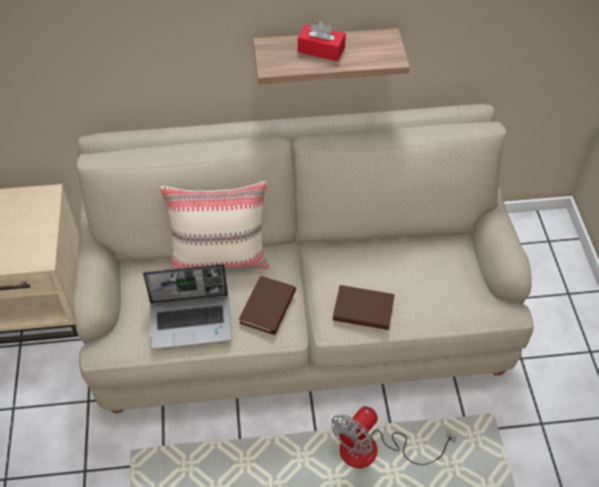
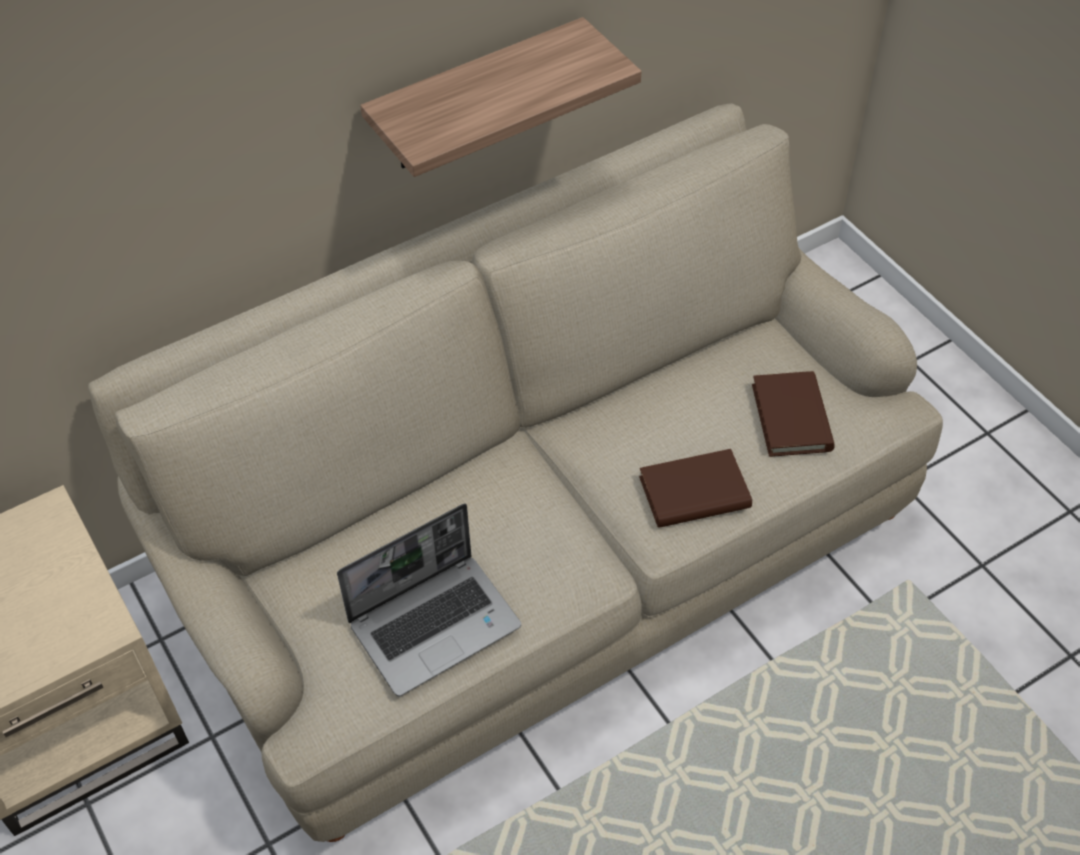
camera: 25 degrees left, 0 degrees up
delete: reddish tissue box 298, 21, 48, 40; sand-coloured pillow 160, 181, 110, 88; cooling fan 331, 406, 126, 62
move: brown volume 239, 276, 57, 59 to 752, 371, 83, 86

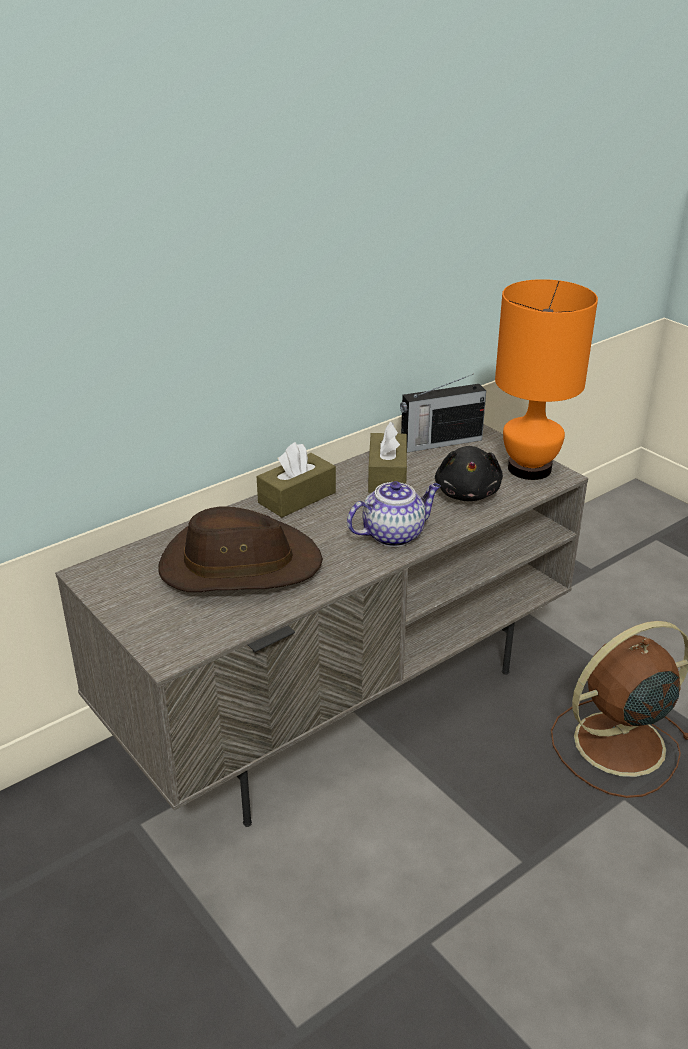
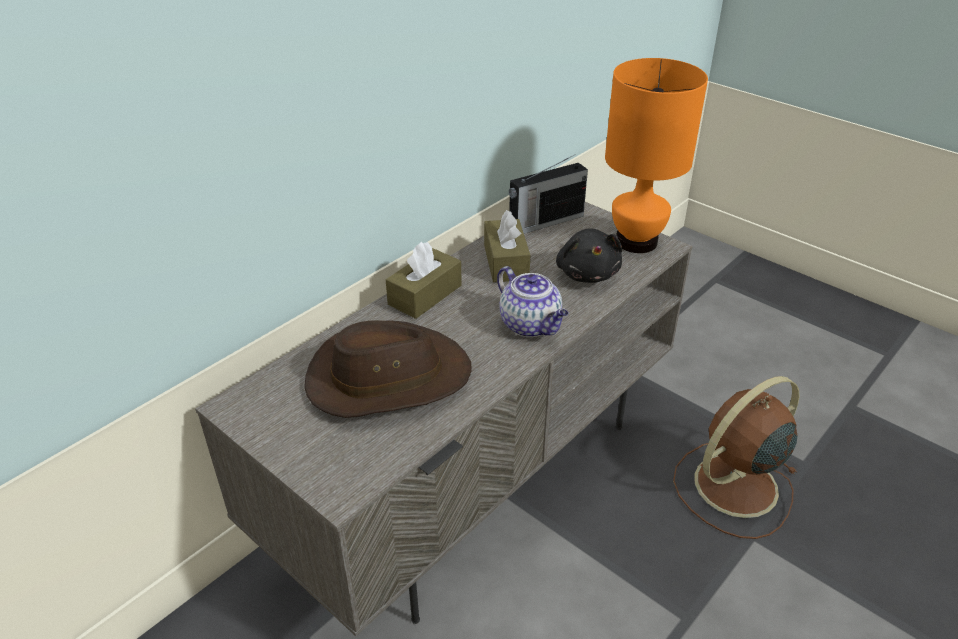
camera: 10 degrees left, 5 degrees up
rotate: tea pot 347, 481, 94, 66 = 497, 266, 71, 71 90 degrees clockwise

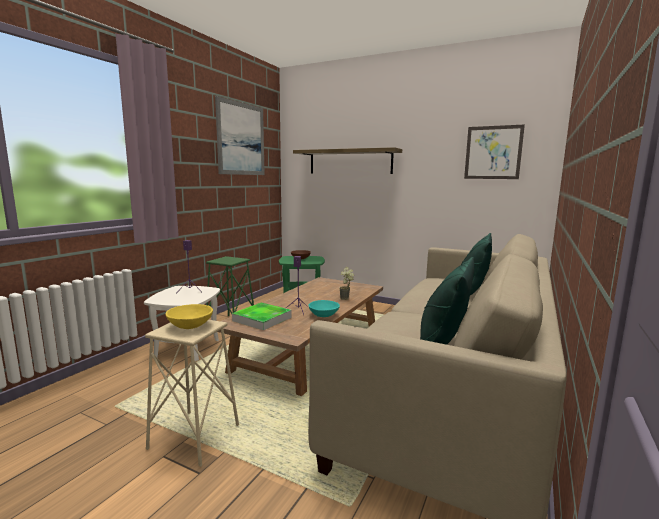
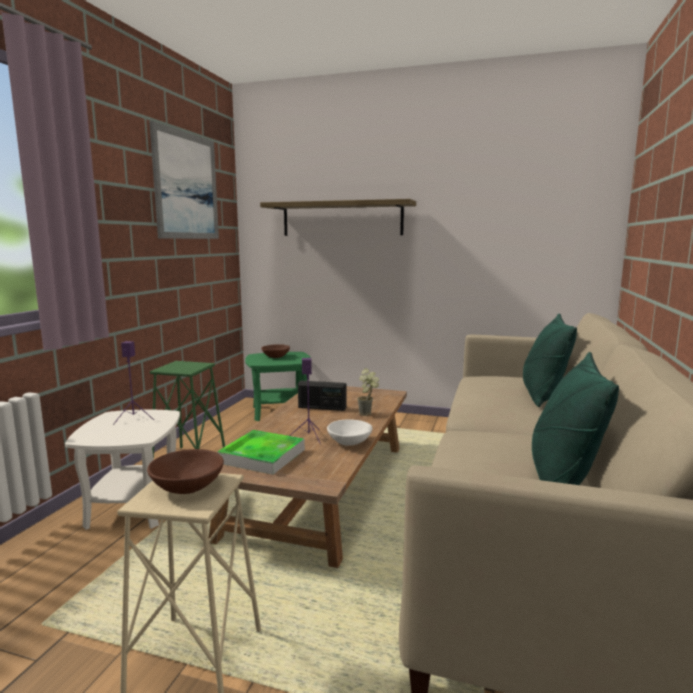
camera: 10 degrees left, 0 degrees up
delete: wall picture 464, 124, 61, 55
insert: radio receiver 298, 381, 48, 30
recolor: turquoise-coloured bowl 308, 300, 32, 17 to whitish bowl 327, 419, 46, 27; yellowish bowl 165, 304, 48, 25 to brown bowl 147, 449, 77, 45

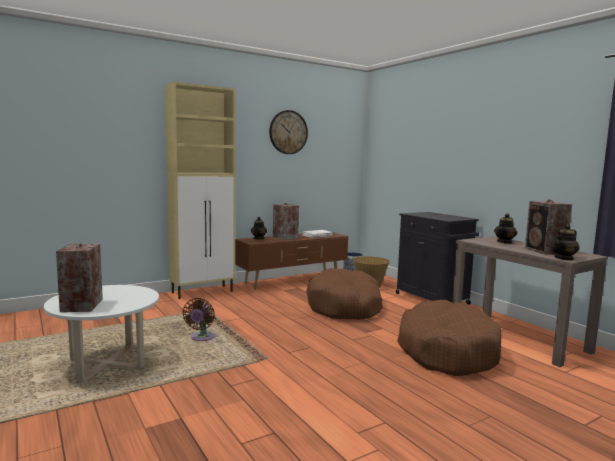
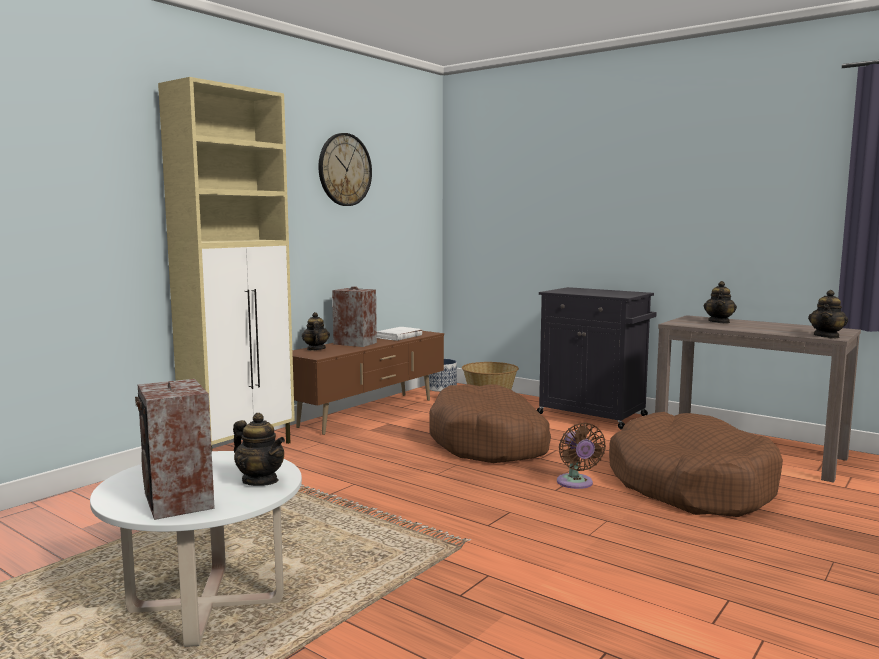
camera: 20 degrees left, 0 degrees up
delete: audio speaker 525, 200, 47, 55
insert: tea pot 233, 413, 52, 73
move: brown cooling fan 183, 298, 32, 43 to 557, 423, 49, 66

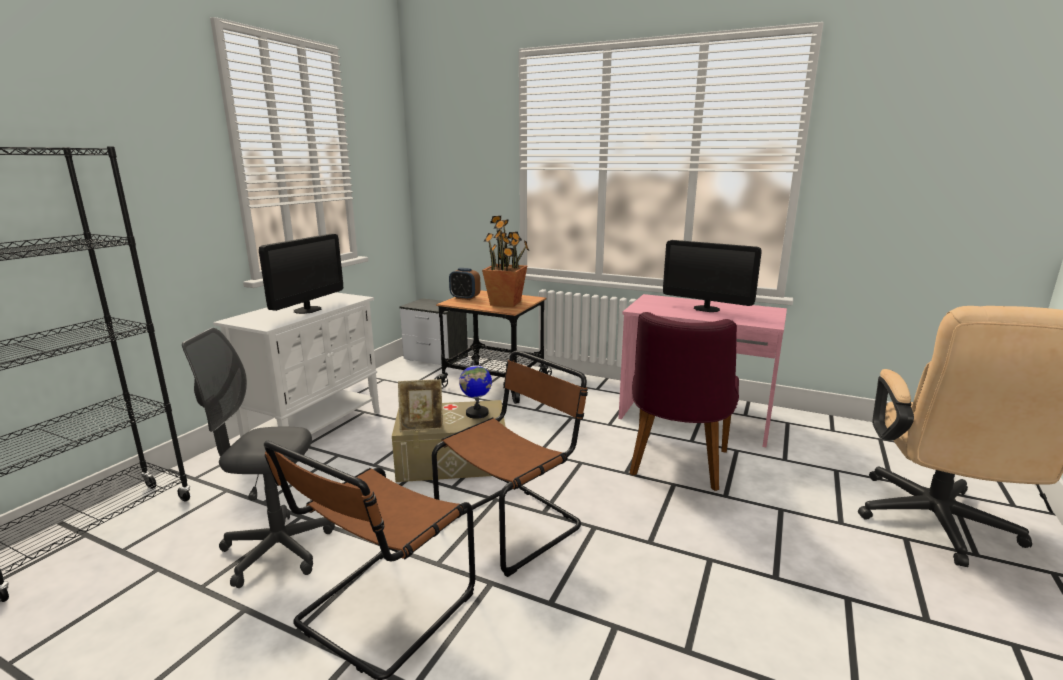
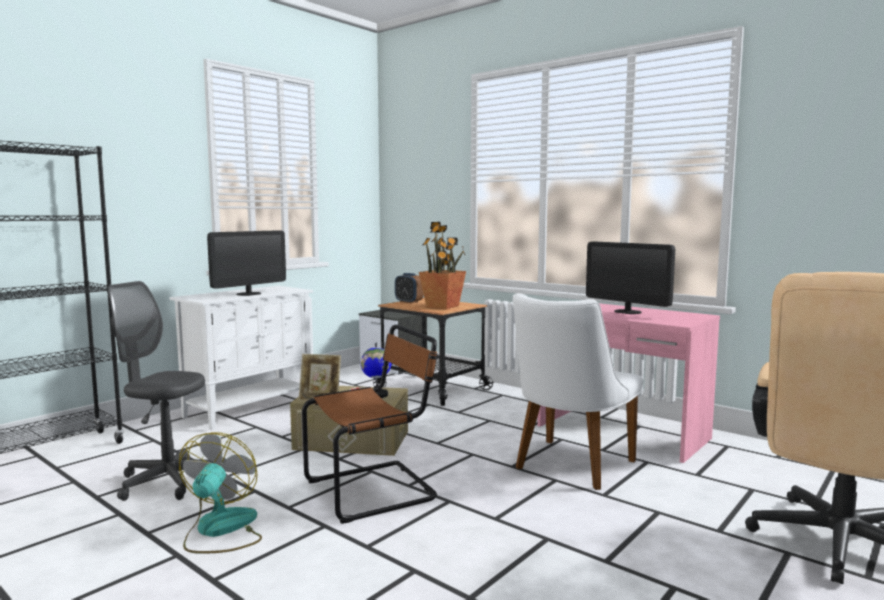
camera: 15 degrees right, 10 degrees down
replace: brown upright chair 264, 441, 211, 239 to cooling fan 179, 433, 83, 121
recolor: purplish upright chair 630, 312, 109, 179 to whitish upright chair 513, 293, 130, 197

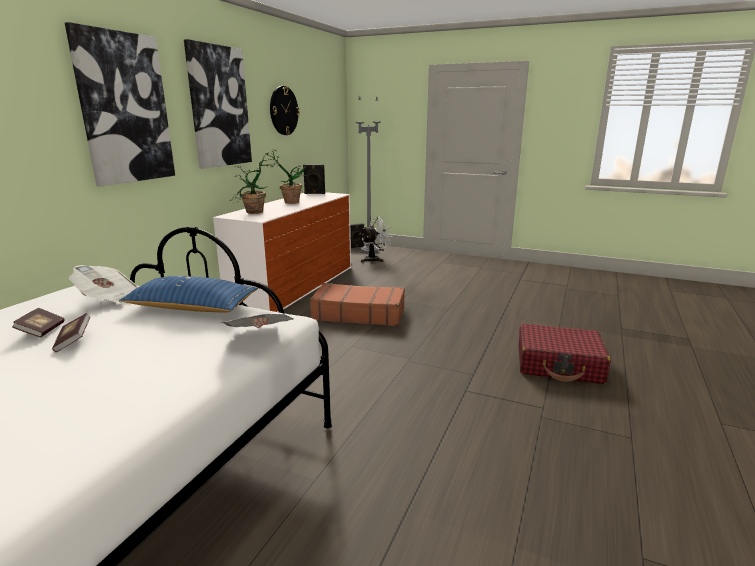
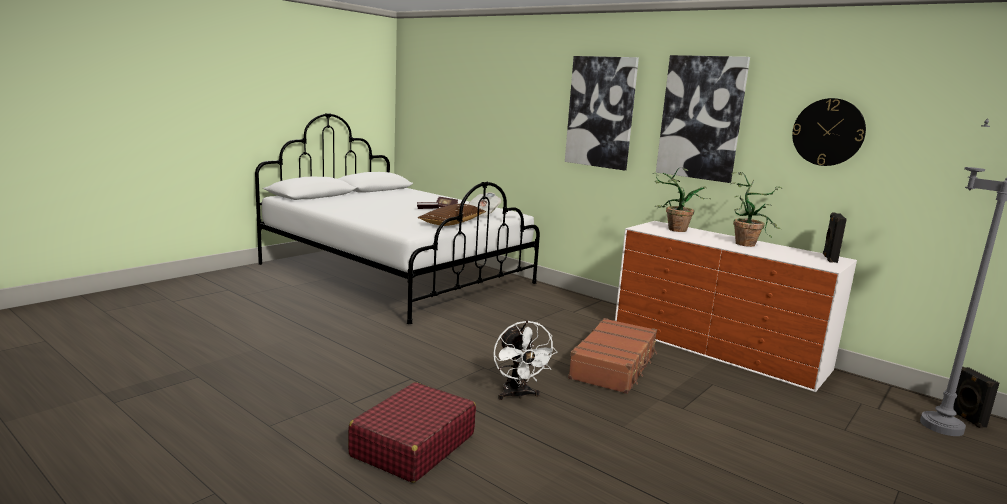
camera: 105 degrees right, 5 degrees down
delete: daily paper 220, 314, 74, 14
move: whitish cooling fan 360, 217, 33, 45 to 493, 320, 64, 80
recolor: bluish pillow 119, 276, 139, 37 to brown pillow 418, 204, 68, 22

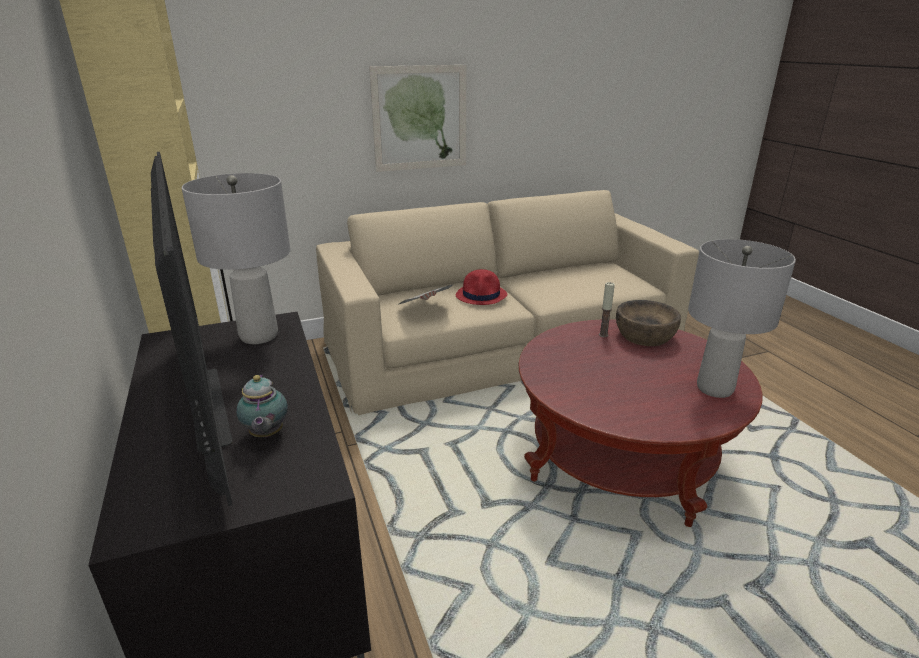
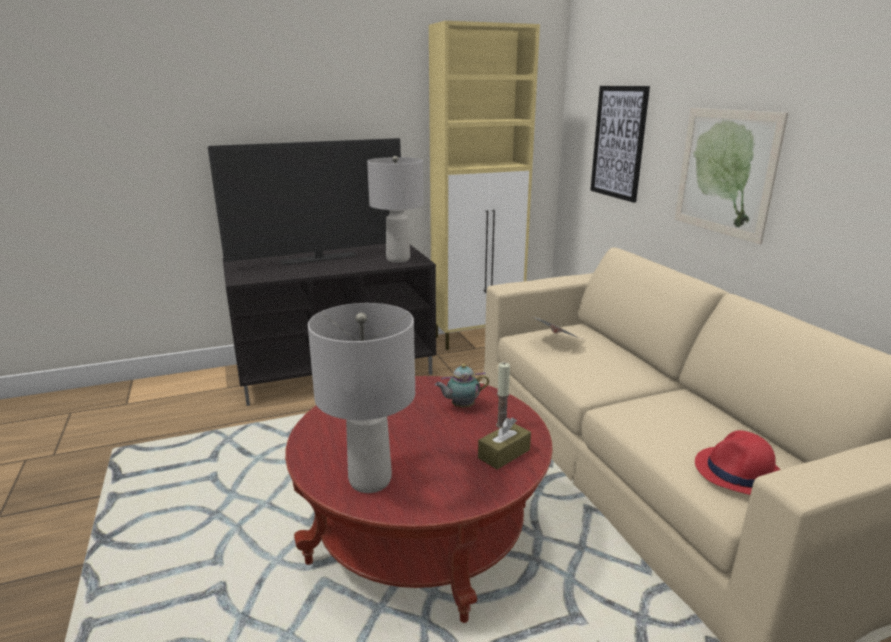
camera: 90 degrees right, 5 degrees down
insert: wall picture 590, 86, 60, 117
move: reddish hat 455, 269, 52, 36 to 695, 430, 86, 65; tea pot 236, 375, 52, 62 to 435, 364, 54, 43
replace: brown bowl 616, 300, 65, 46 to brown tissue box 478, 417, 53, 53

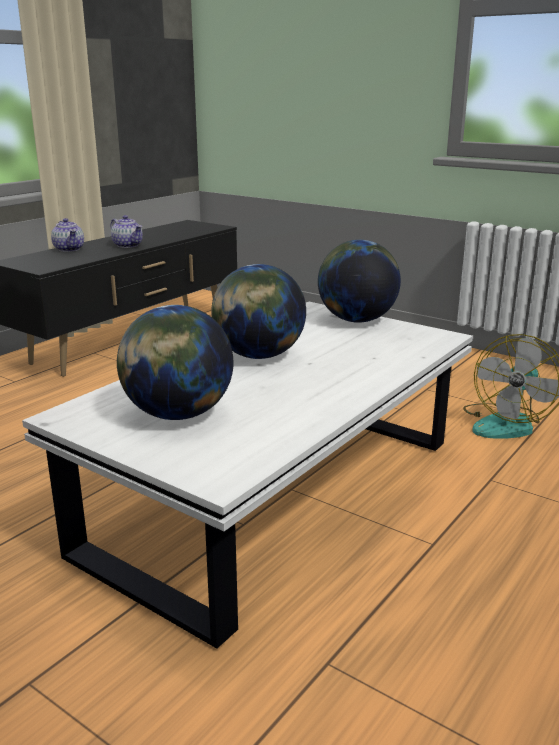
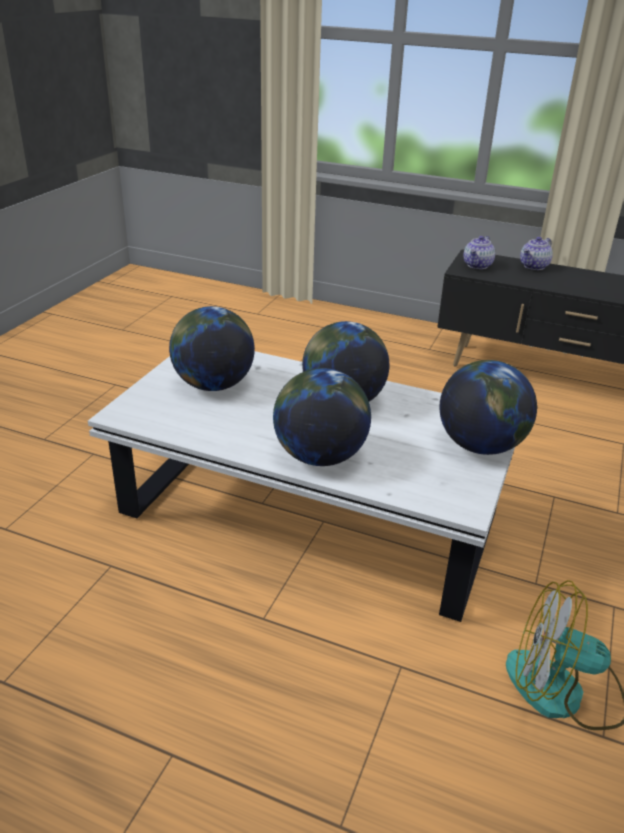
camera: 75 degrees right, 10 degrees up
insert: globe 273, 368, 98, 98
move: tea pot 111, 215, 32, 33 to 463, 236, 32, 33

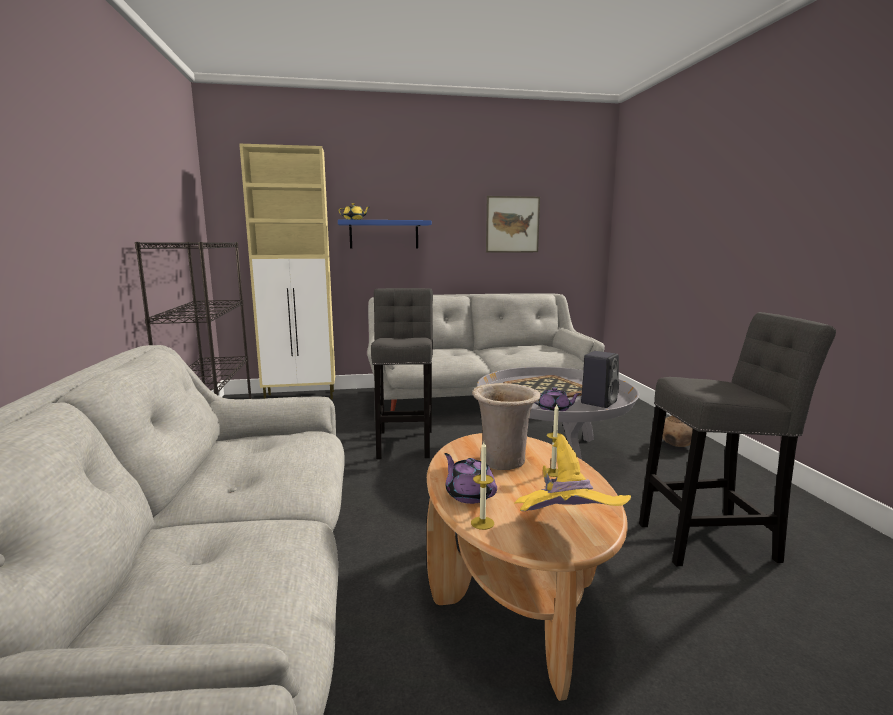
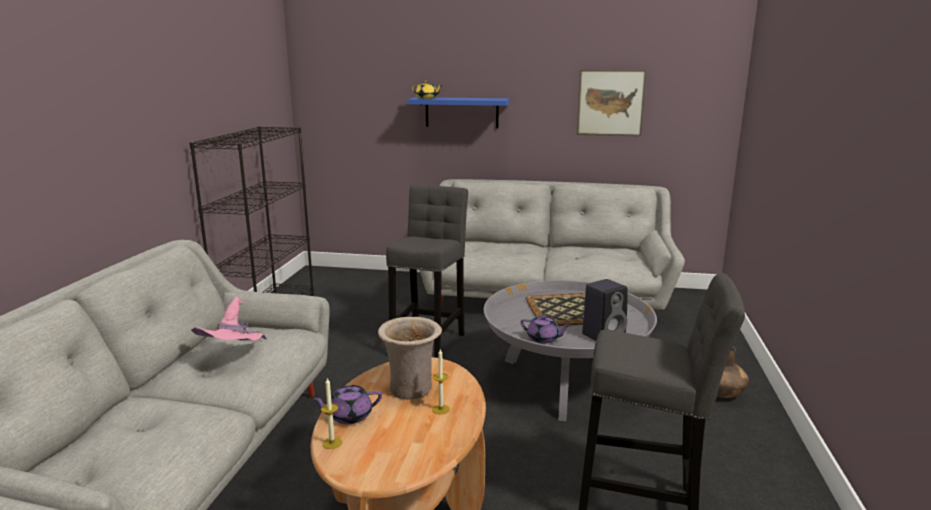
camera: 20 degrees right, 5 degrees up
delete: sand-coloured cabinet 239, 144, 96, 255; yellowish hat 514, 435, 117, 76
insert: pinkish hat 191, 296, 76, 45
rotate: purplish tea pot 445, 453, 52, 51 = 311, 385, 71, 39 90 degrees counterclockwise

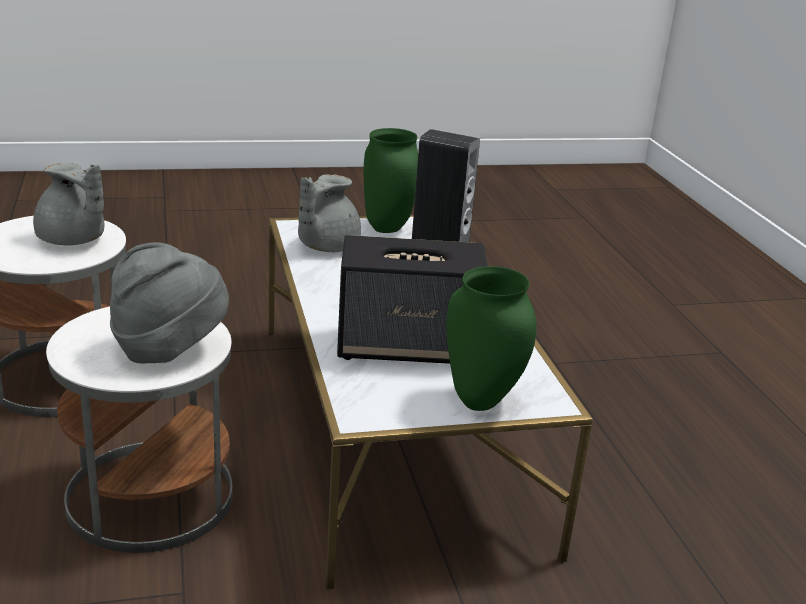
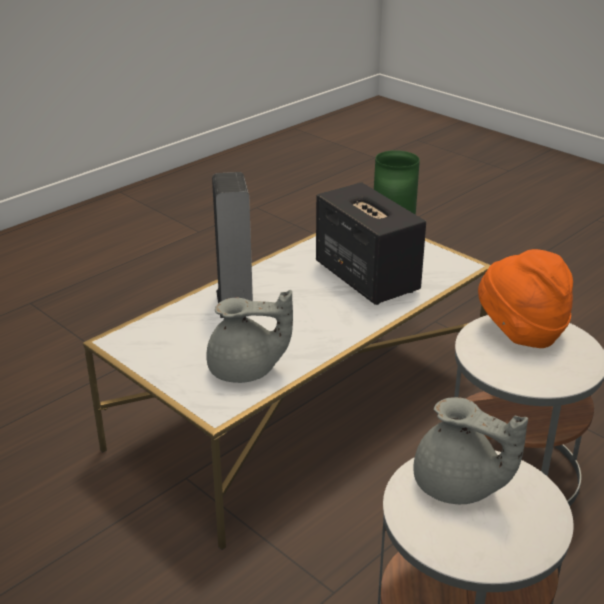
camera: 120 degrees left, 5 degrees up
delete: green-coloured vase 364, 128, 54, 105
recolor: grey hat 110, 242, 119, 121 to orange-coloured hat 478, 249, 95, 99
rotate: grey tea pot 33, 163, 71, 82 = 413, 397, 115, 107 120 degrees clockwise

